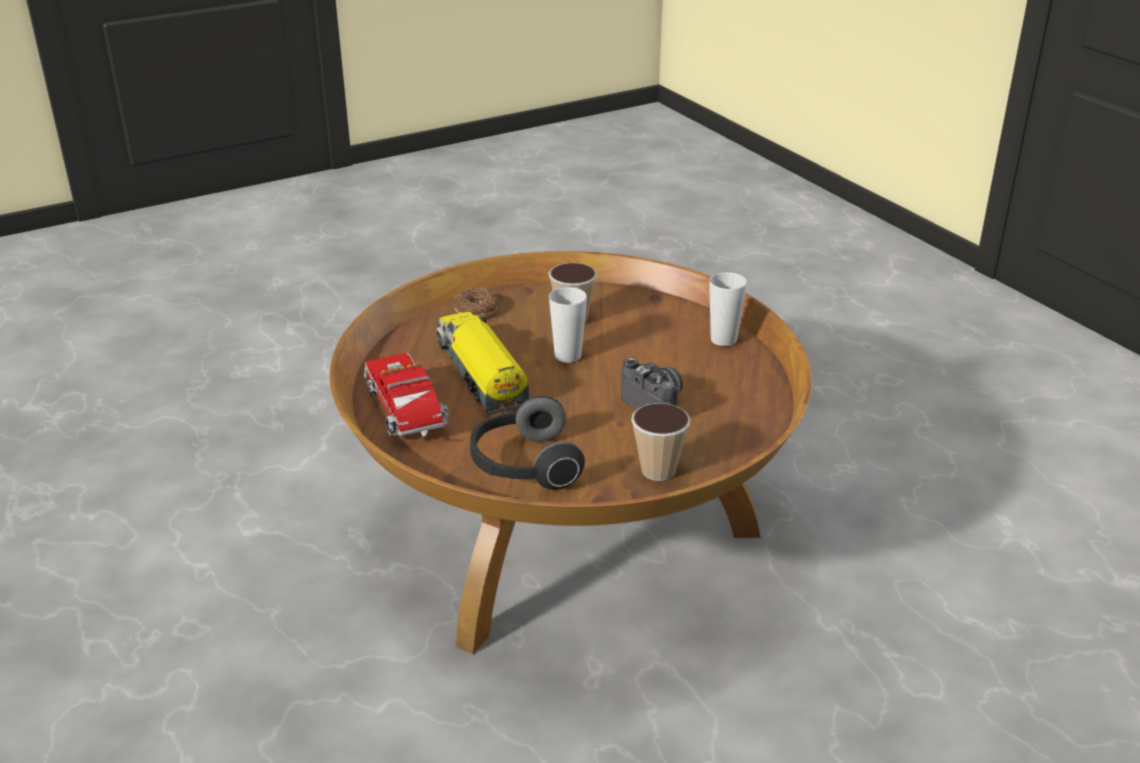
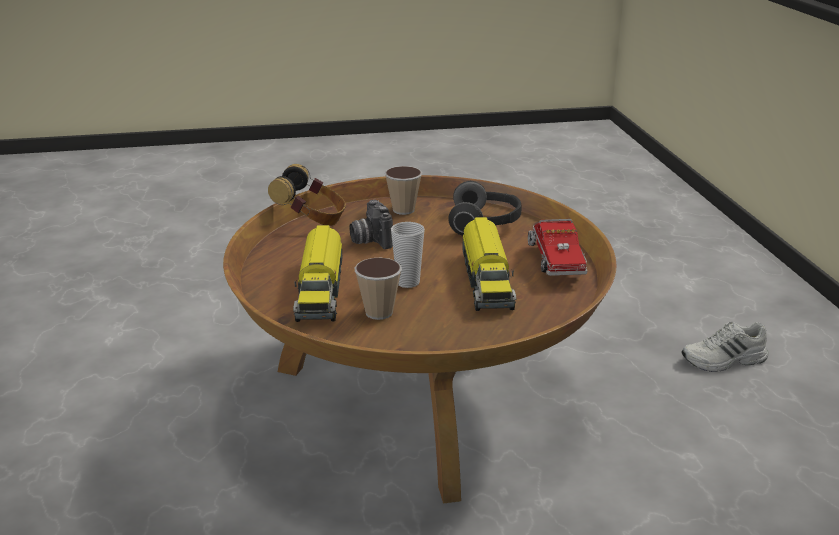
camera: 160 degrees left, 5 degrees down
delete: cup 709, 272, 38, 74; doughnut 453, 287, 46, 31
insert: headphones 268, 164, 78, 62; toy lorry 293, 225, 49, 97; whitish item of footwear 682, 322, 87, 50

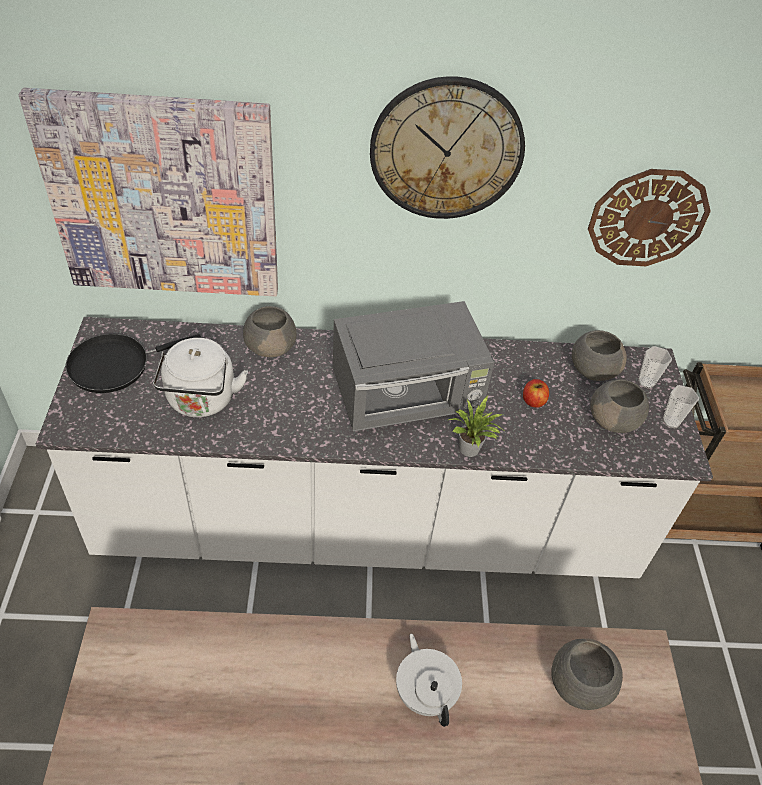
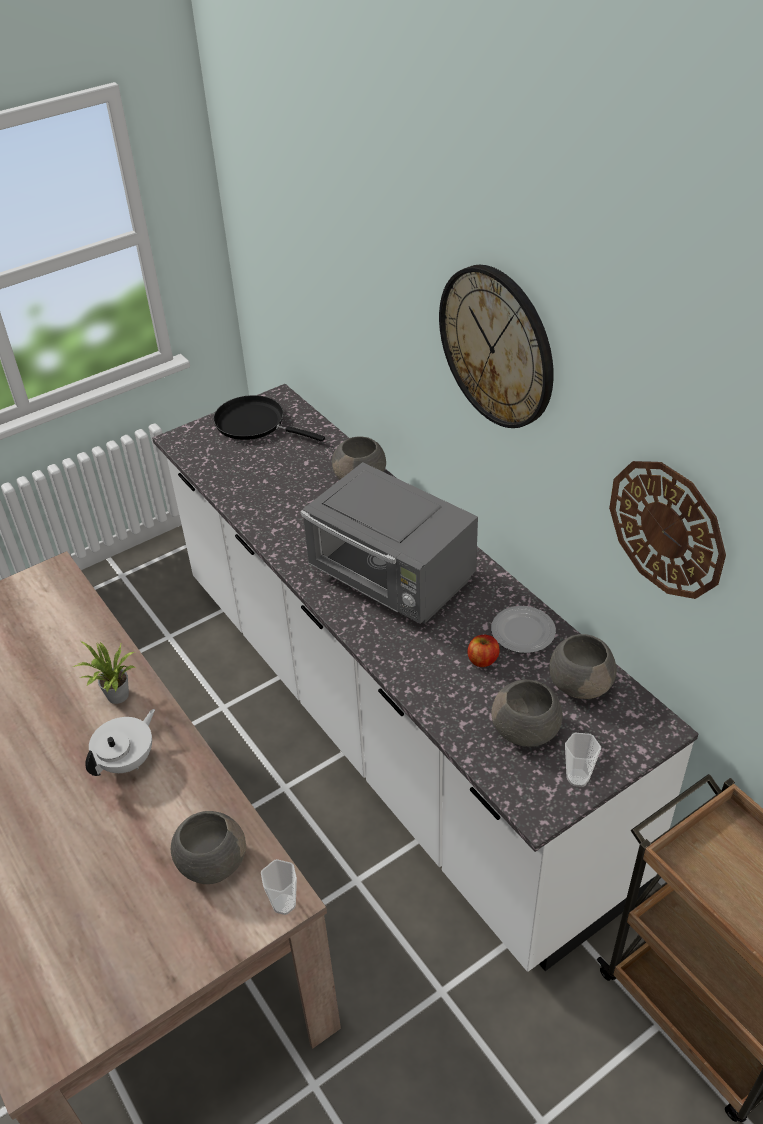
camera: 60 degrees right, 5 degrees down
delete: wall picture 19, 88, 259, 209; whitish tea kettle 153, 338, 95, 79
insert: flat dish 491, 606, 65, 47
move: cup 638, 346, 34, 43 to 261, 859, 36, 56; potted plant 449, 396, 54, 61 to 73, 641, 62, 63

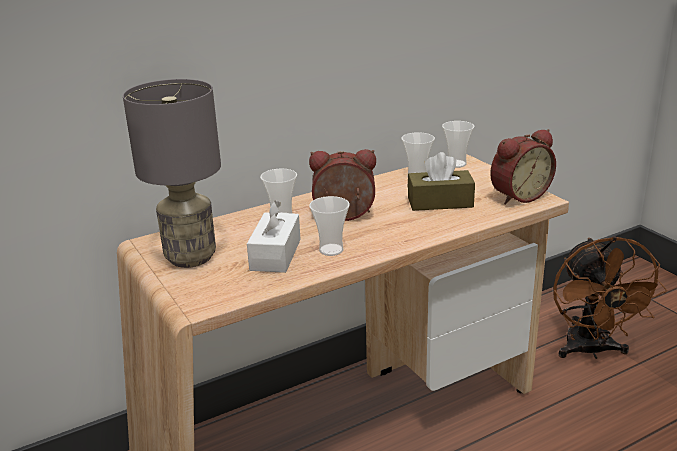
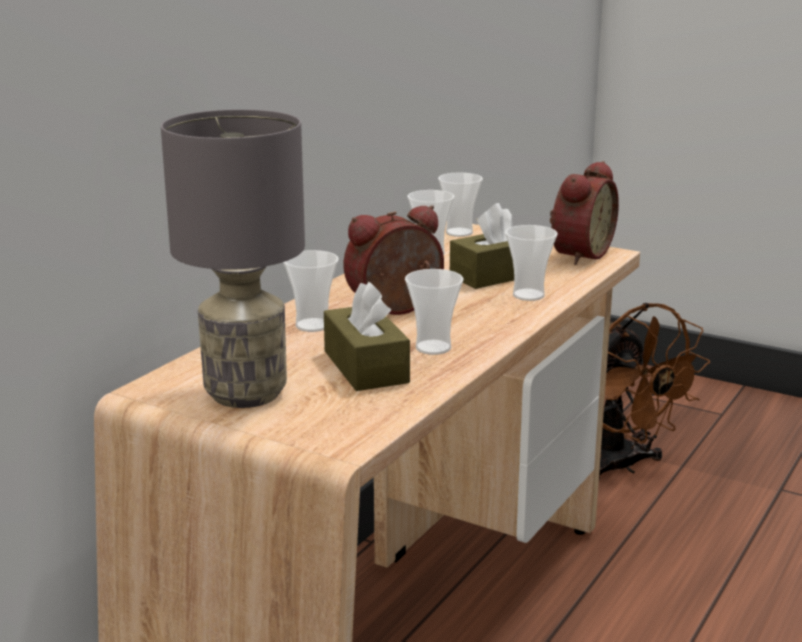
camera: 30 degrees left, 5 degrees down
insert: cup 505, 225, 53, 76
recolor: whitish tissue box 247, 200, 54, 73 to brown tissue box 324, 282, 86, 109

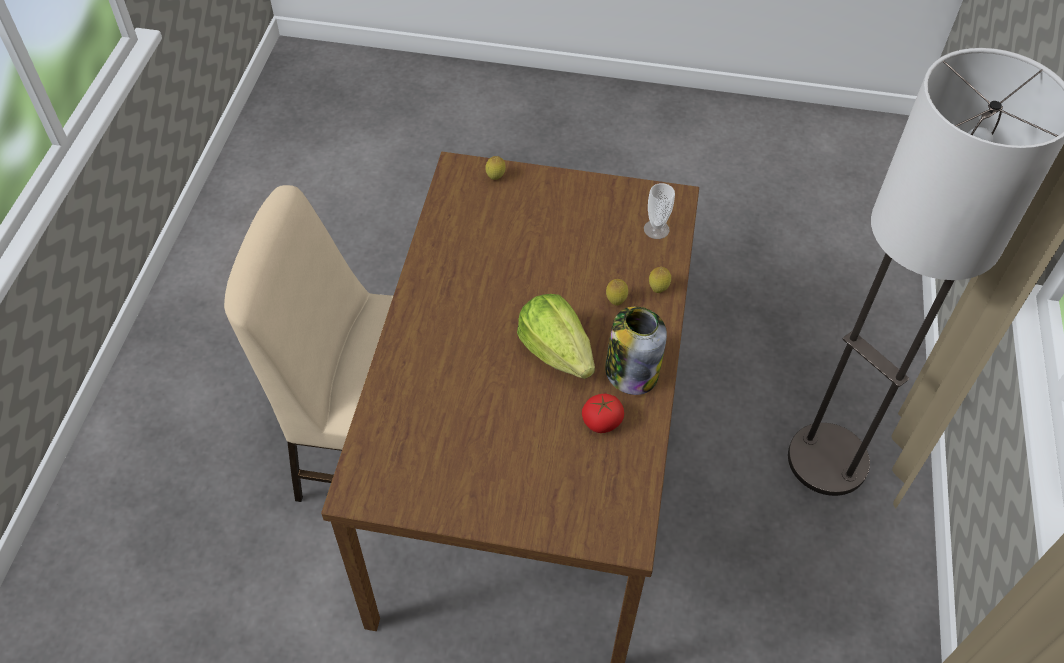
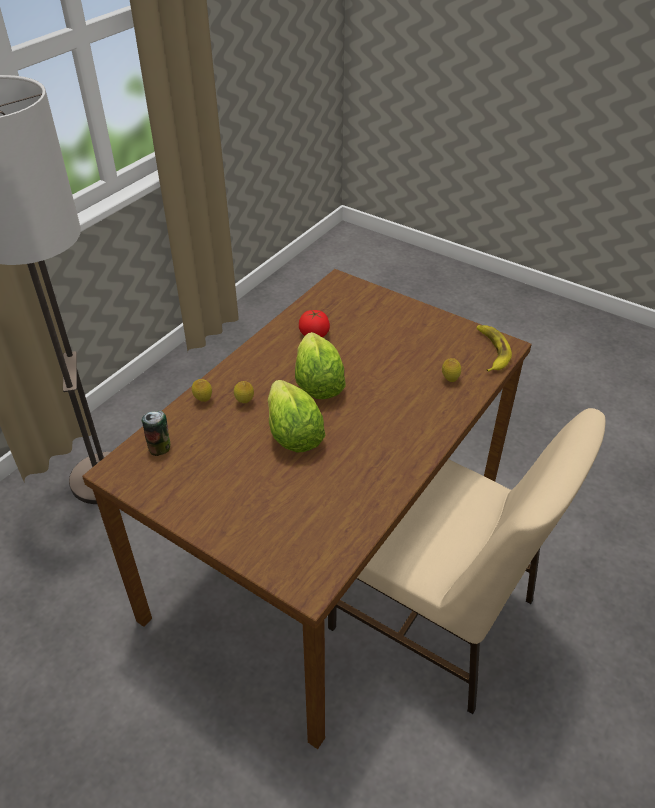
camera: 155 degrees left, 10 degrees down
delete: storage jar 605, 307, 62, 88
insert: banana fruit 477, 325, 35, 47; lettuce 268, 380, 58, 73
move: lemon 485, 156, 21, 24 to 442, 358, 19, 24
replace: cup 644, 183, 31, 56 to metal can 142, 411, 28, 45

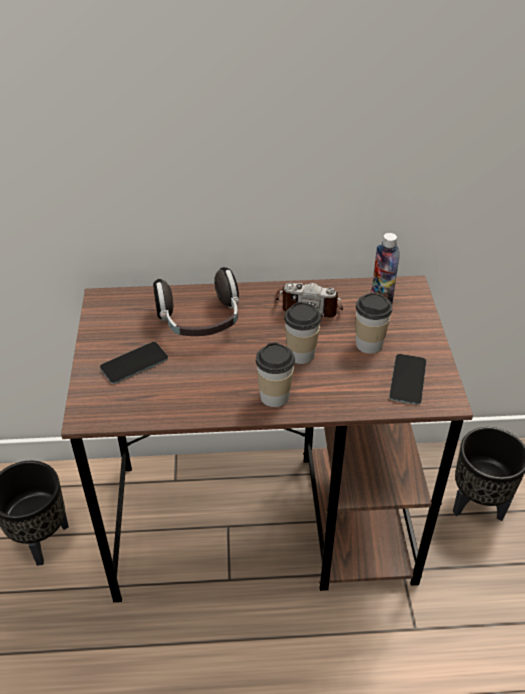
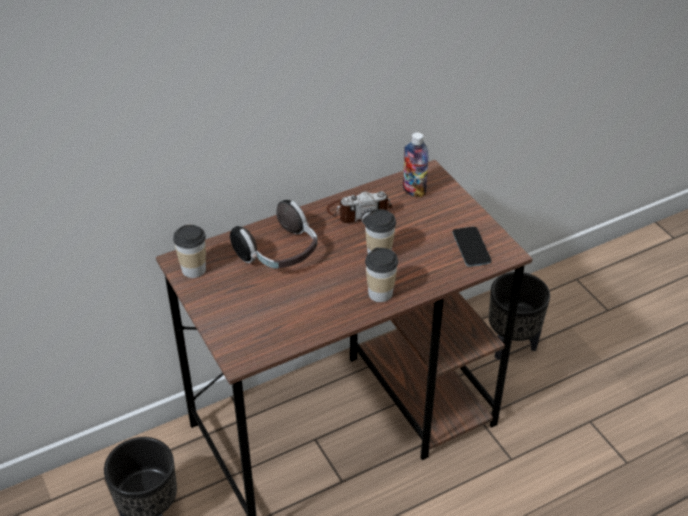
camera: 25 degrees left, 0 degrees up
delete: handset 100, 342, 68, 42
move: cup 355, 293, 37, 61 to 173, 225, 33, 53

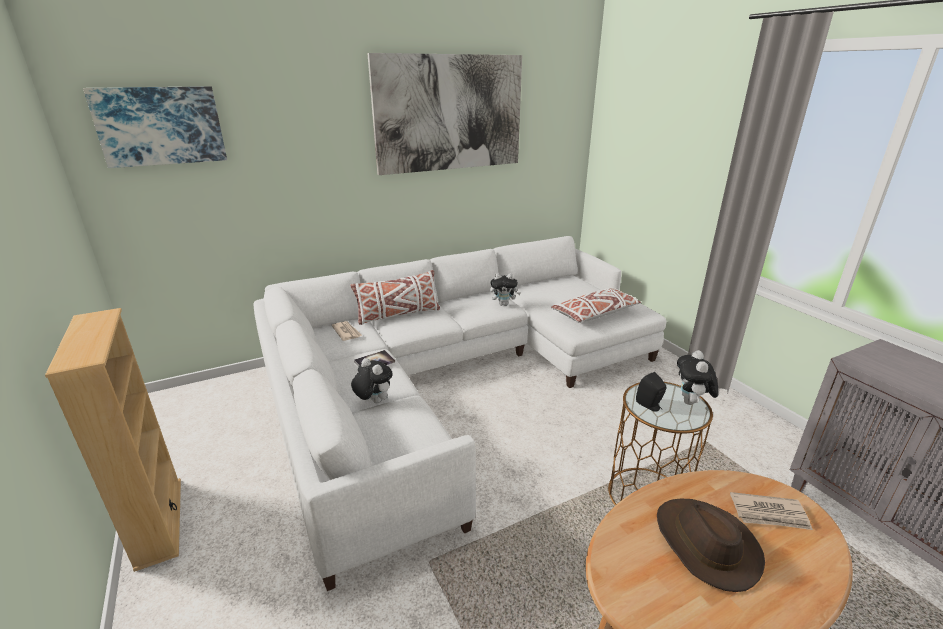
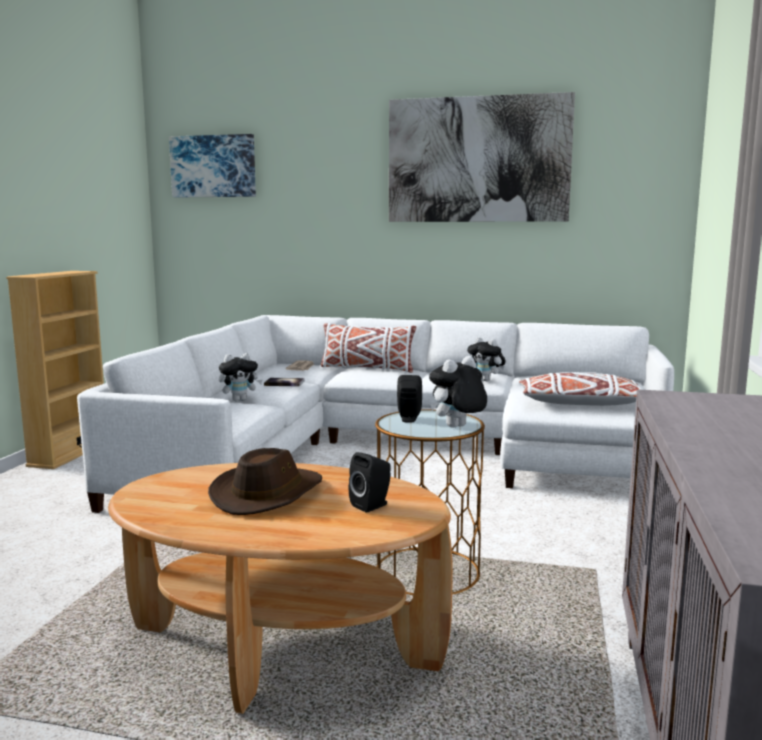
camera: 40 degrees right, 15 degrees down
replace: daily paper 730, 492, 83, 38 to blackish audio speaker 349, 452, 42, 60
rotate: plush toy 351, 358, 42, 45 = 219, 353, 43, 48 75 degrees clockwise

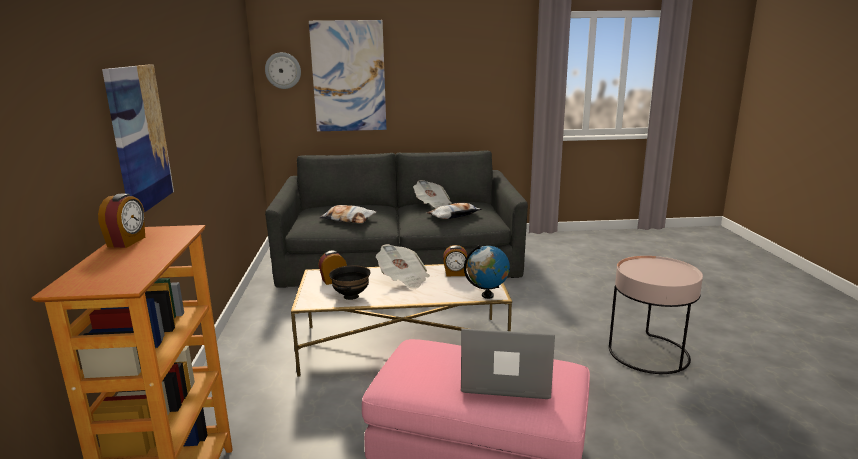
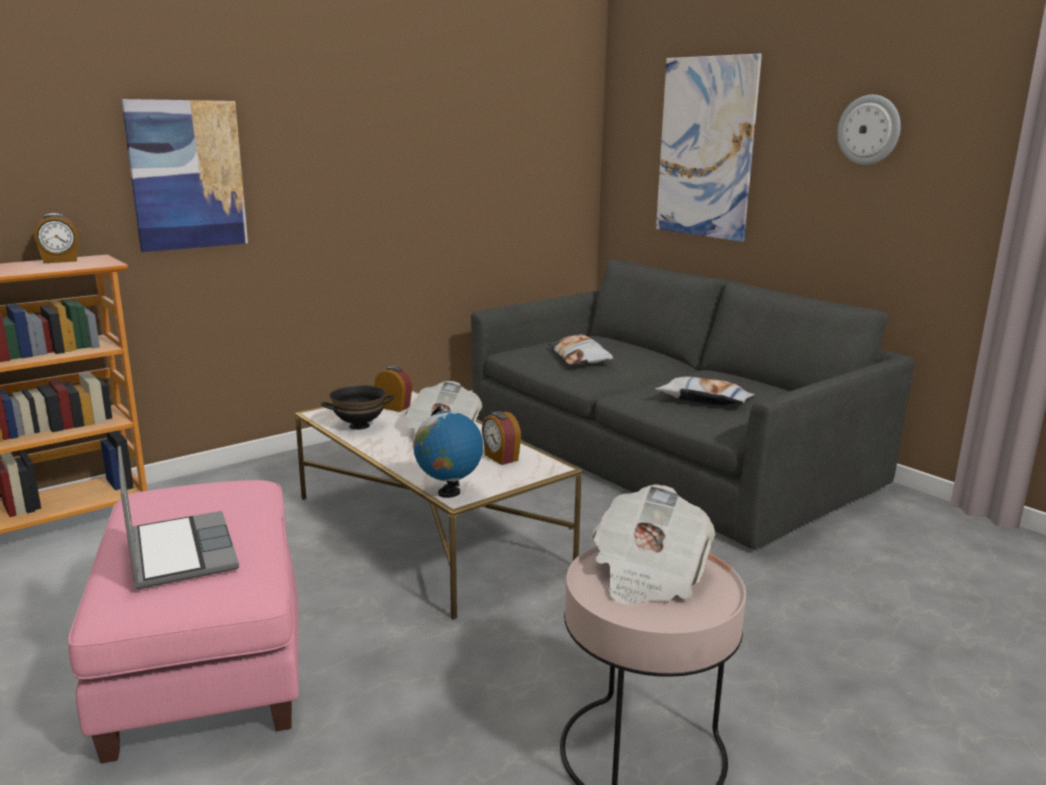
camera: 55 degrees right, 0 degrees up
move: wall clock 265, 52, 36, 37 to 837, 95, 64, 70; daily paper 413, 180, 39, 29 to 593, 485, 122, 120

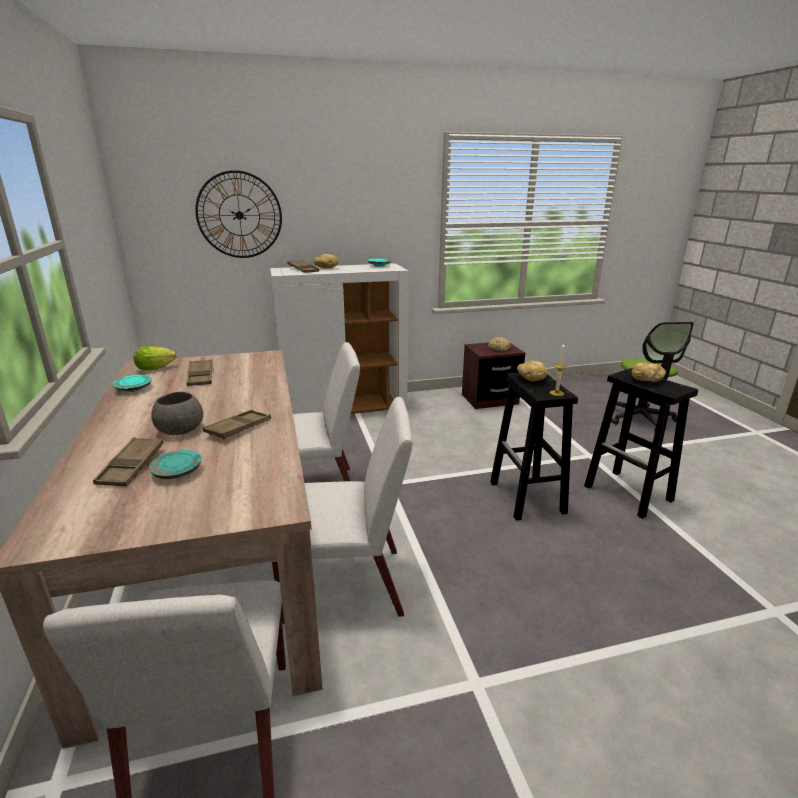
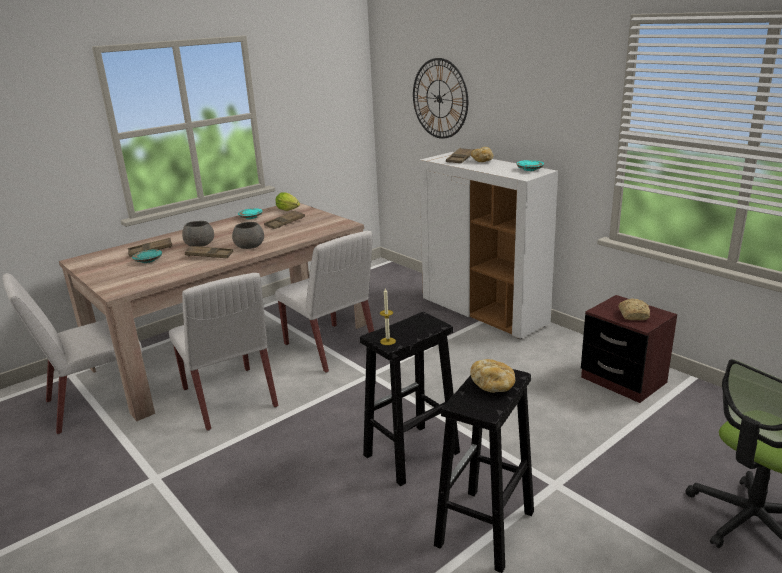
camera: 65 degrees right, 0 degrees up
delete: baked bread 517, 360, 30, 21
insert: grey bowl 232, 222, 32, 27

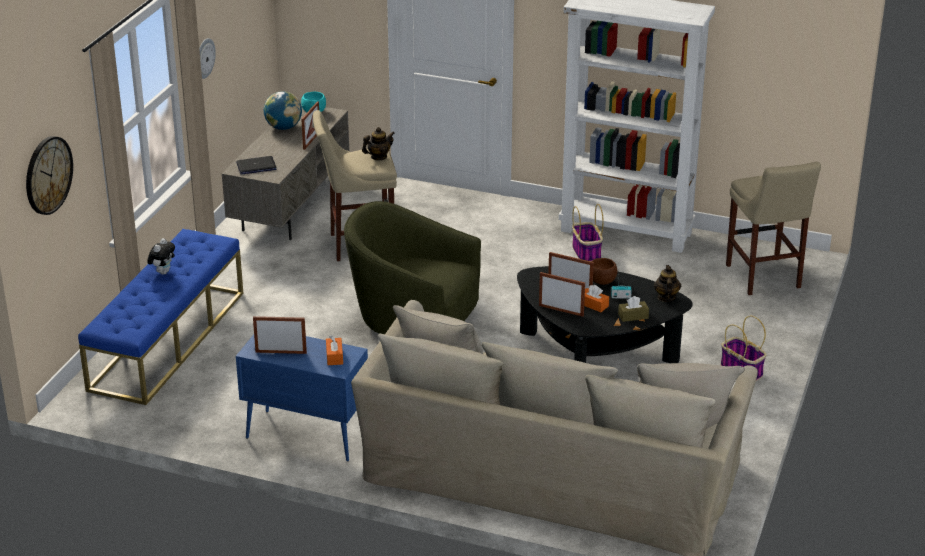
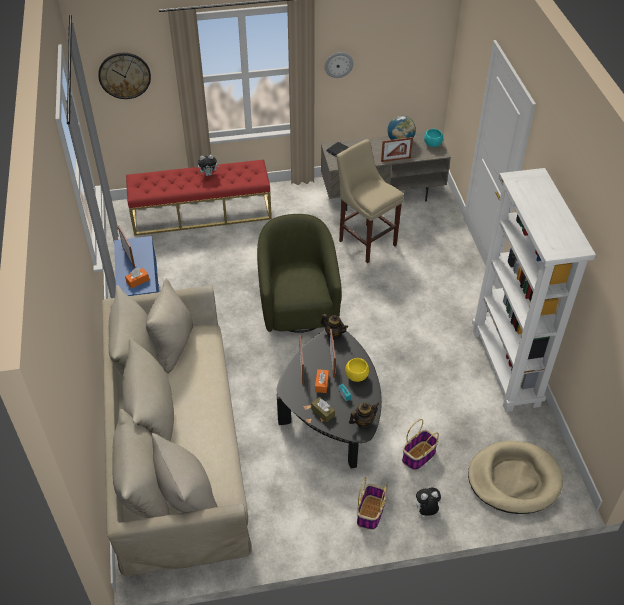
camera: 60 degrees right, 15 degrees up
insert: plush toy 412, 488, 29, 28
move: tea pot 362, 127, 32, 33 to 320, 314, 28, 25; basket 572, 204, 32, 58 to 402, 419, 37, 51
replace: sand-coloured sitting stool 726, 162, 95, 133 to sand-coloured pet bed 468, 441, 95, 73
recolor: bluish long seat 78, 229, 165, 176 to reddish long seat 126, 160, 146, 76; brown bowl 592, 258, 26, 27 to yellowish bowl 345, 358, 24, 24

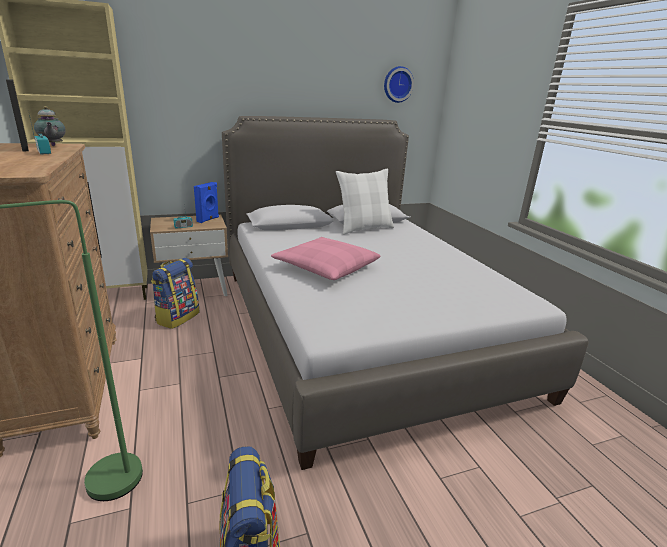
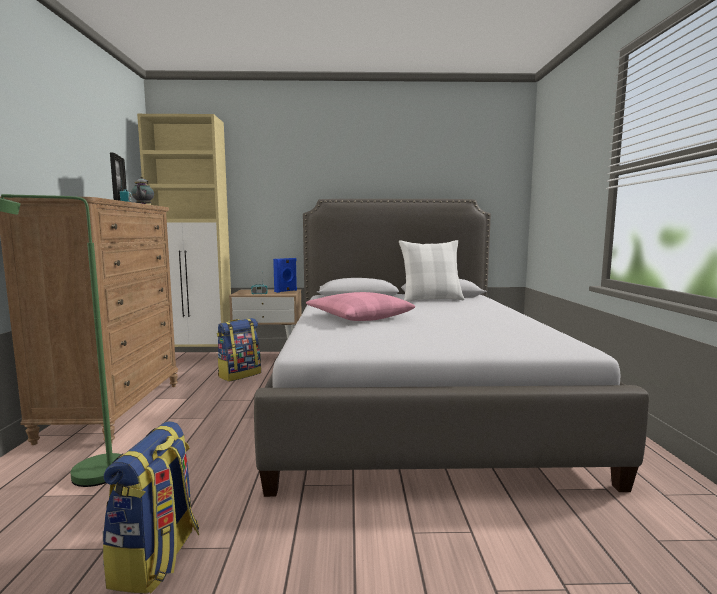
camera: 20 degrees right, 15 degrees down
delete: wall clock 384, 66, 30, 37

